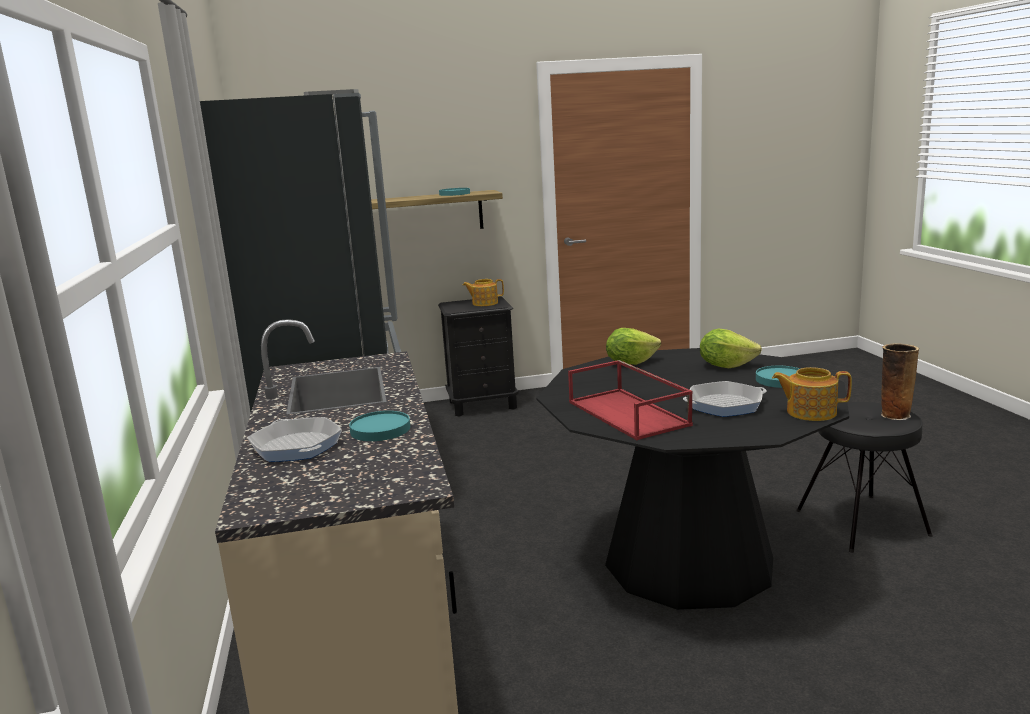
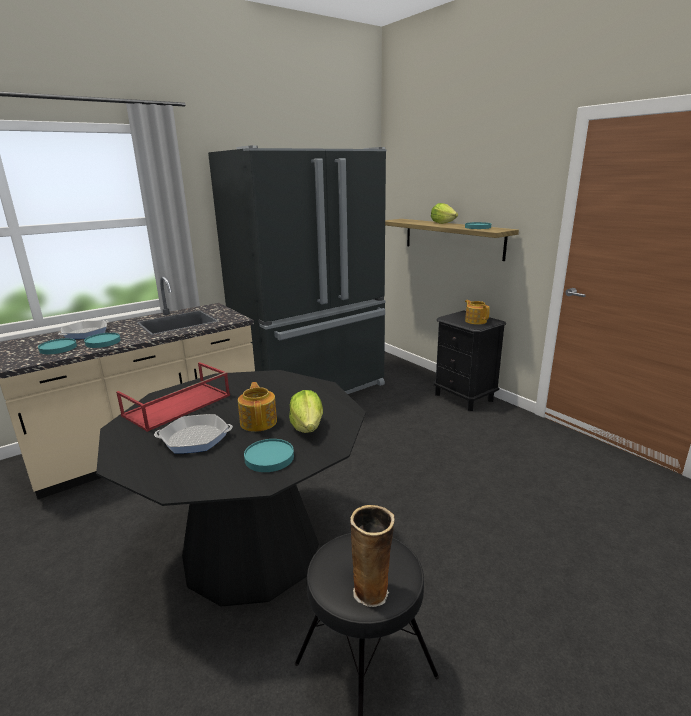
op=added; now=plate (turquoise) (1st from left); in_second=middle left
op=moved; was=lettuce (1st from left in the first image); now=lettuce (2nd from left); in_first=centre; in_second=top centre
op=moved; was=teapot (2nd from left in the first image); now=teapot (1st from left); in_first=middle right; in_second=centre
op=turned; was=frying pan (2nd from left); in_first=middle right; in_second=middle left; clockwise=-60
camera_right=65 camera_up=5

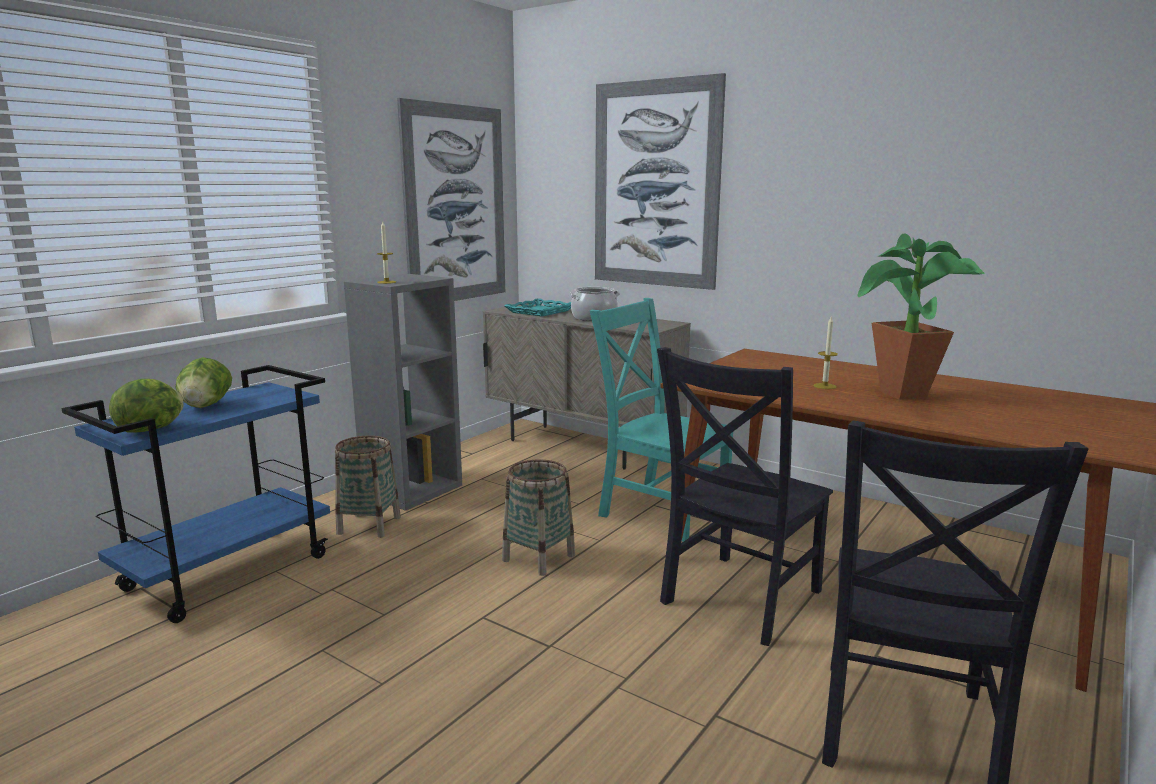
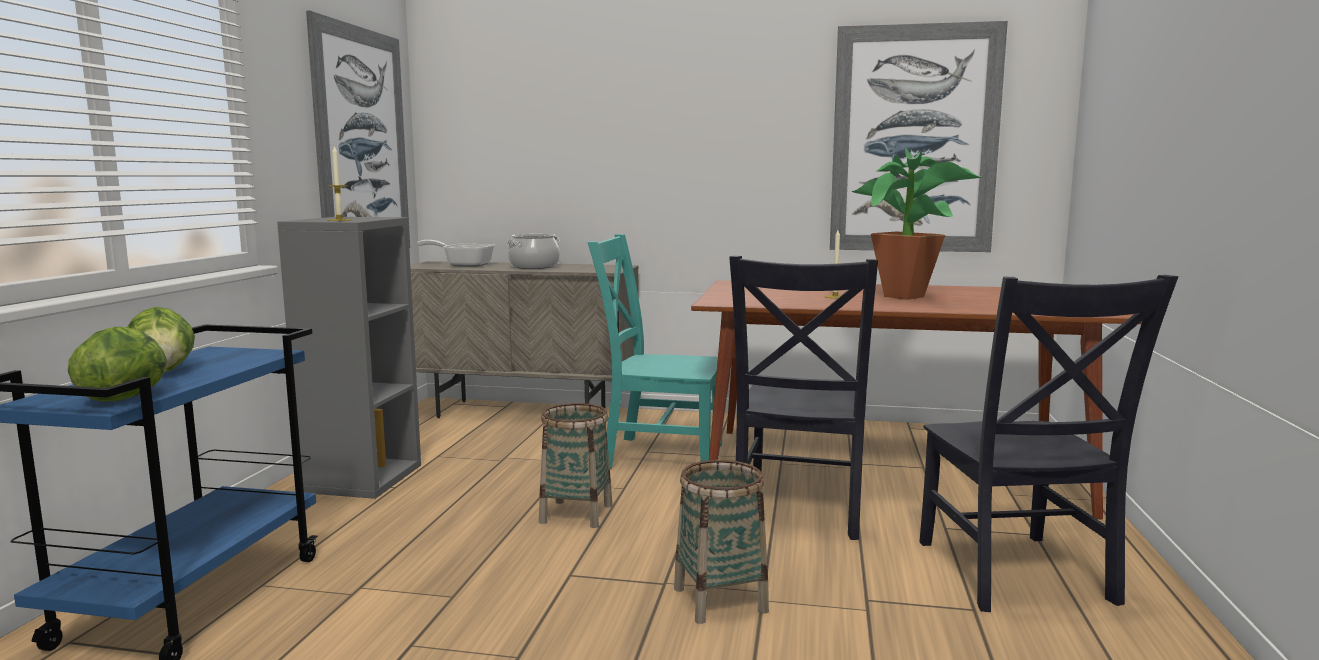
op=moved; was=basket (1st from left in the first image); now=basket (2nd from left); in_first=middle left; in_second=bottom centre
op=moved; was=picture (2nd from left); in_first=top centre; in_second=top right
op=replaced; was=tray (turquoise); now=frying pan; in_first=centre; in_second=centre
camera_right=-25 camera_up=-5

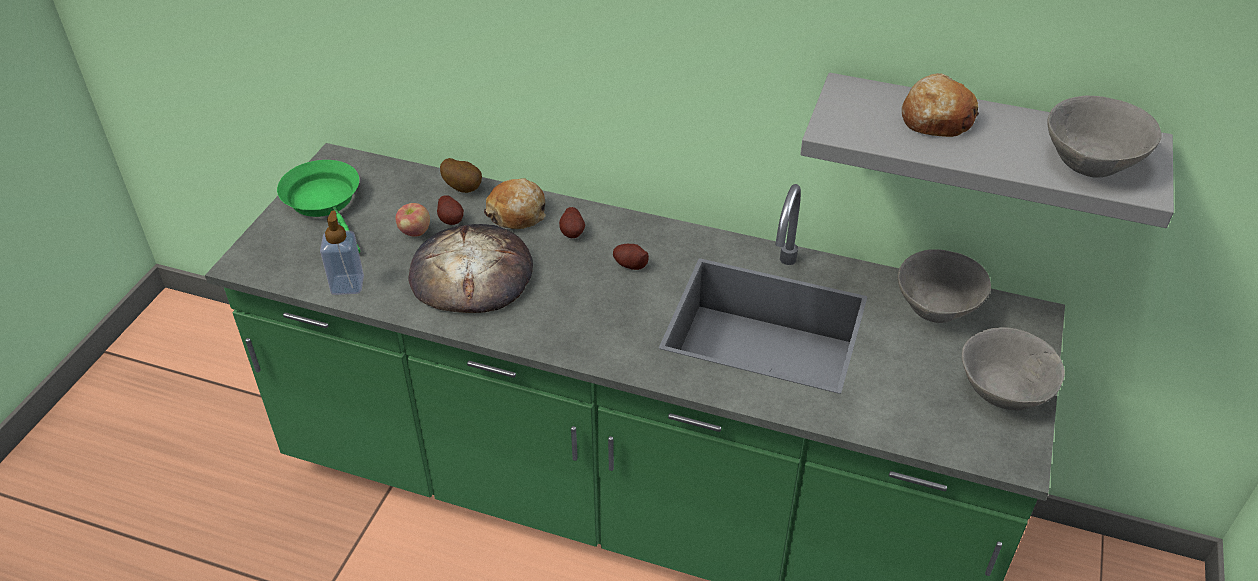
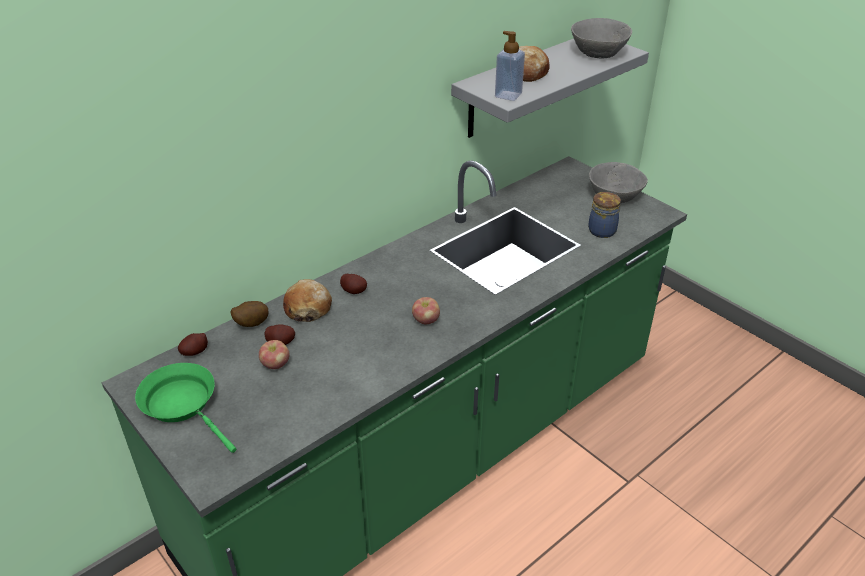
op=removed; was=bread (1st from left); in_first=centre
op=removed; was=bowl (grey) (1st from left); in_first=middle right
op=added; now=apple (2nd from left); in_second=centre
op=added; now=jar; in_second=middle right
op=moved; was=soap dispenser; in_first=middle left; in_second=top centre
op=moved; was=potato (4th from left in the first image); now=potato (1st from left); in_first=centre; in_second=middle left
op=turned; was=frying pan (green); in_first=middle left; in_second=bottom left; clockwise=45
camera_right=-60 camera_up=-5

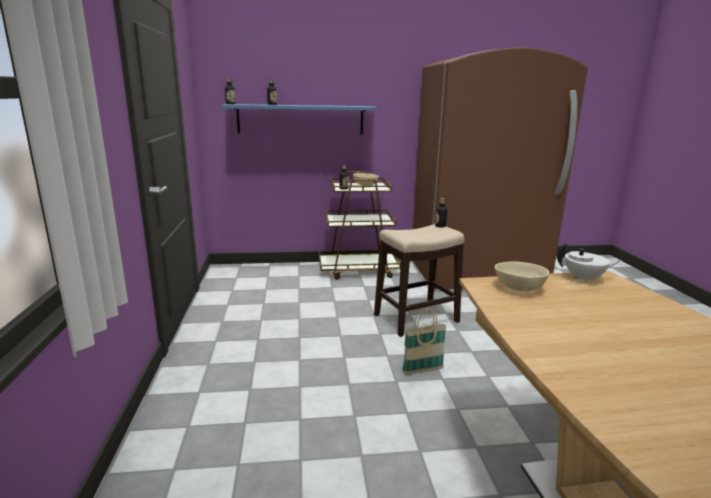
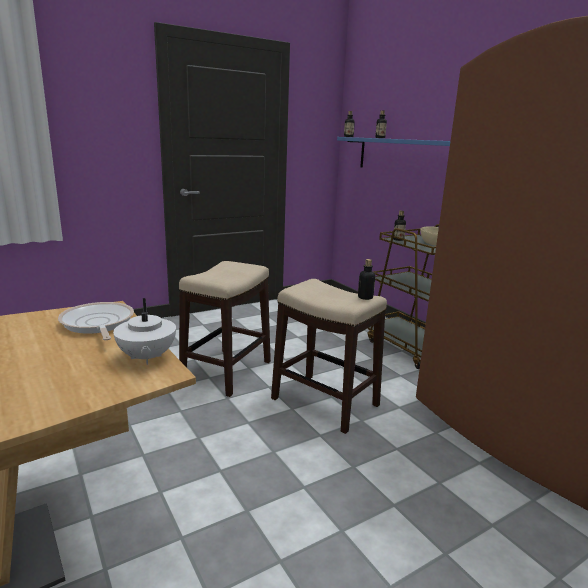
op=removed; was=basket; in_first=bottom centre
op=added; now=stool (1st from left); in_second=centre
op=replaced; was=bowl (beige) (2nd from left); now=frying pan; in_first=middle right; in_second=middle left
camera_right=65 camera_up=0

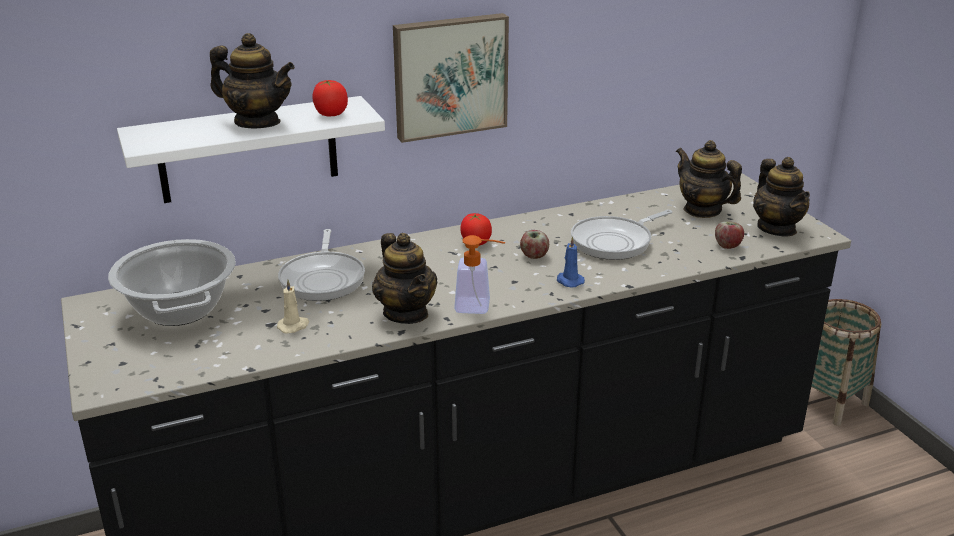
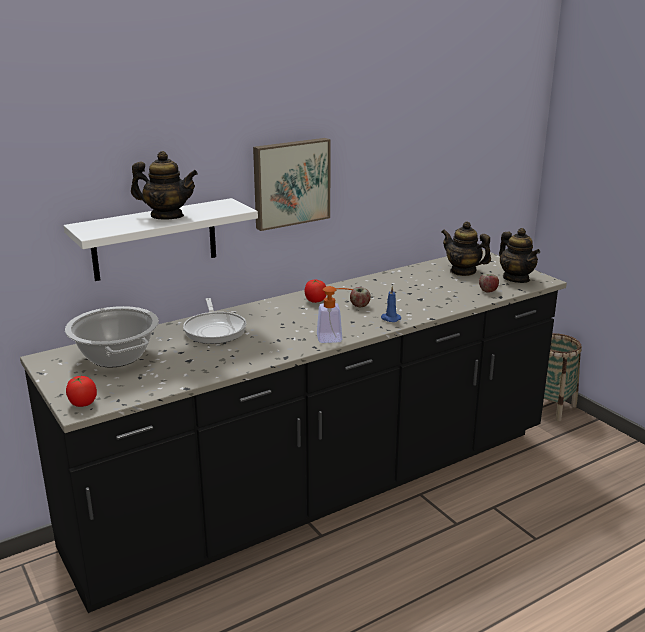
op=removed; was=candle (beige); in_first=middle left
op=removed; was=teapot (2nd from left); in_first=centre
op=removed; was=frying pan (2nd from left); in_first=centre
op=moved; was=tomato (1st from left); in_first=top centre; in_second=middle left
camera_right=-10 camera_up=-5

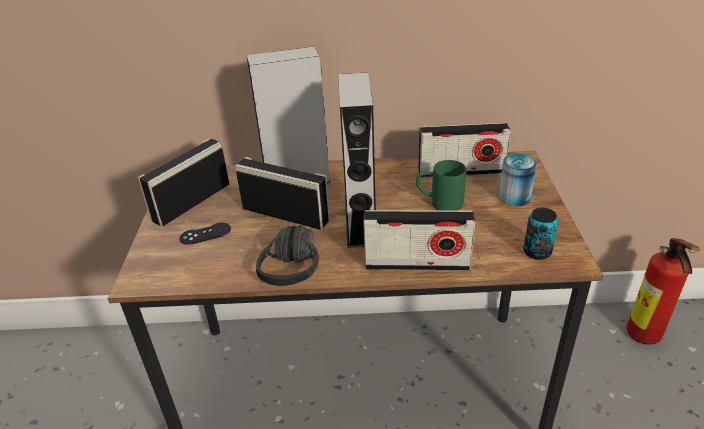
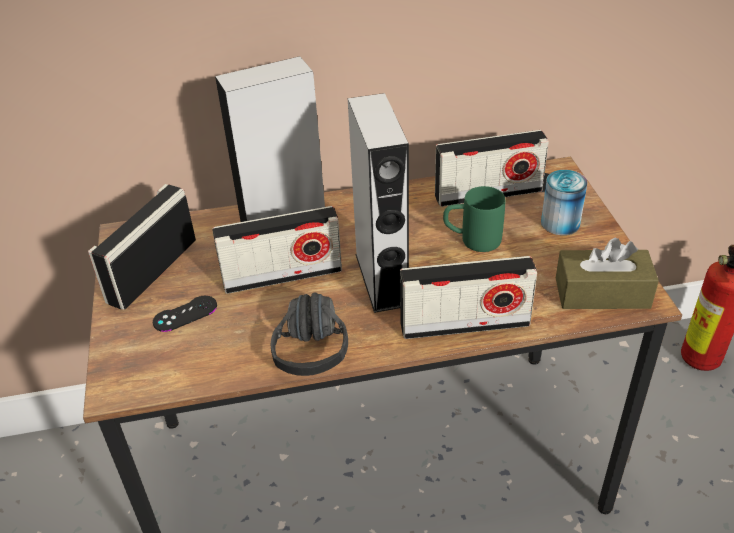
op=replaced; was=can (2nd from left); now=tissue box (brown); in_first=middle right; in_second=middle right
op=turned; was=radio (2nd from left); in_first=centre; in_second=centre; clockwise=150
camera_right=-10 camera_up=5

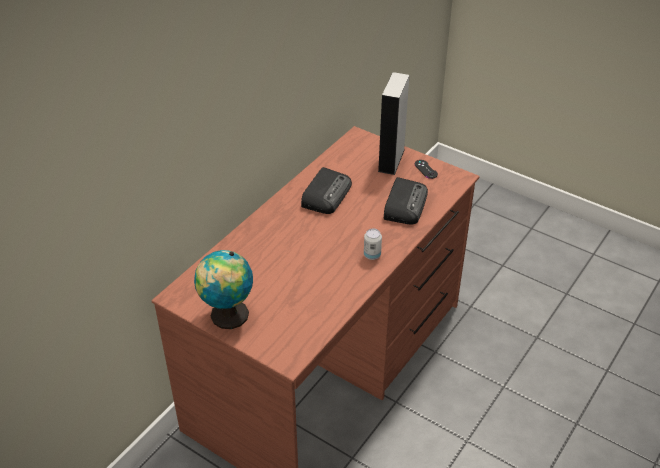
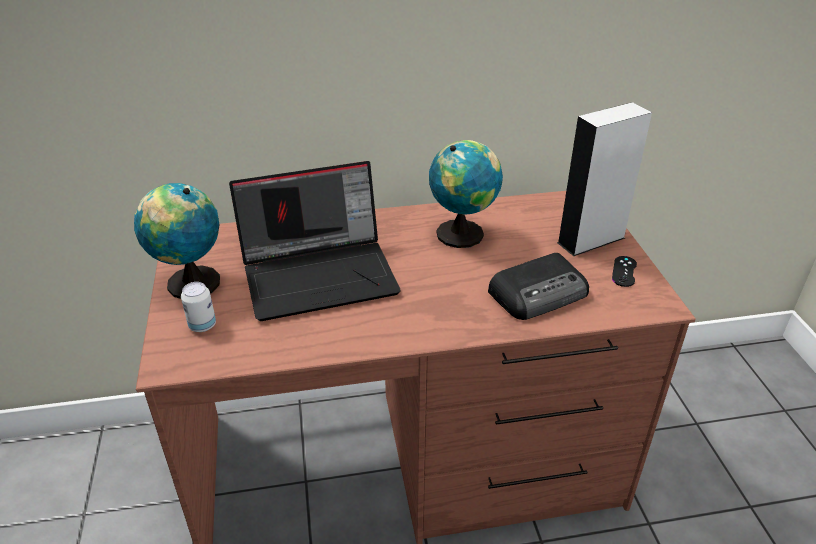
op=added; now=laptop; in_second=centre
op=moved; was=can; in_first=centre; in_second=middle left
op=replaced; was=radio (1st from left); now=globe (2nd from left); in_first=centre; in_second=centre
camera_right=45 camera_up=-5

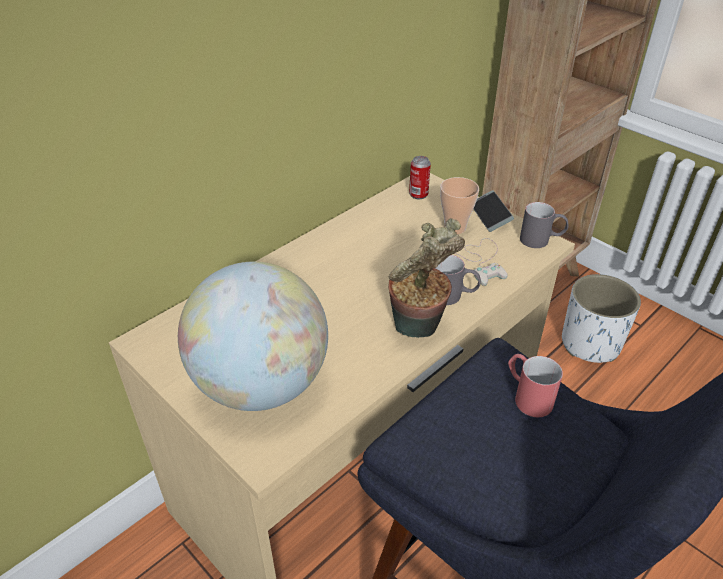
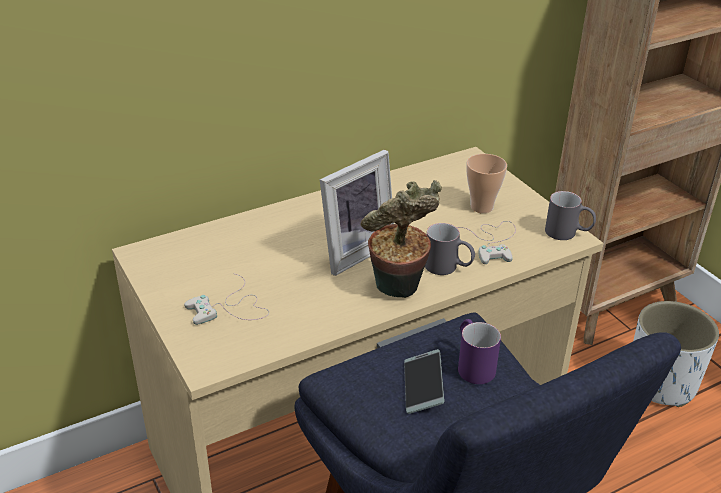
op=removed; was=can; in_first=top centre
op=added; now=picture frame; in_second=centre
op=moved; was=phone; in_first=middle right; in_second=bottom centre
op=replaced; was=globe; now=game controller (white) (1st from left); in_first=centre; in_second=middle left
op=recoloured; was=mug (red); now=mug (purple); in_first=middle right; in_second=bottom centre
camera_right=15 camera_up=-5

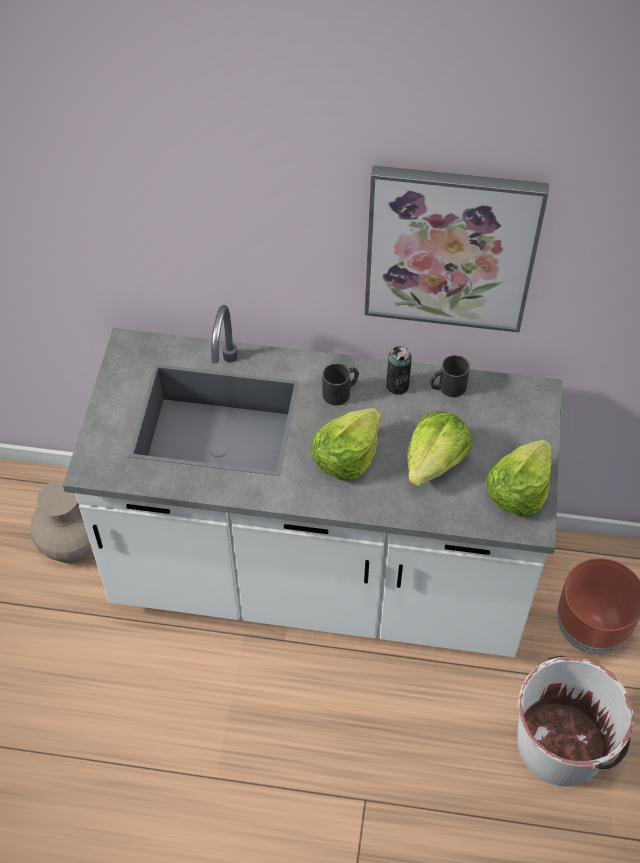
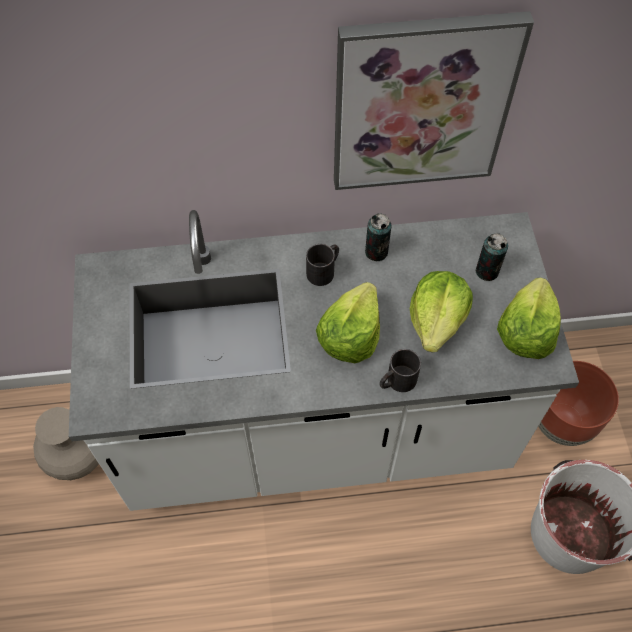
op=added; now=can (2nd from left); in_second=middle right
op=moved; was=mug (black) (2nd from left); in_first=middle right; in_second=centre
camera_right=-15 camera_up=5

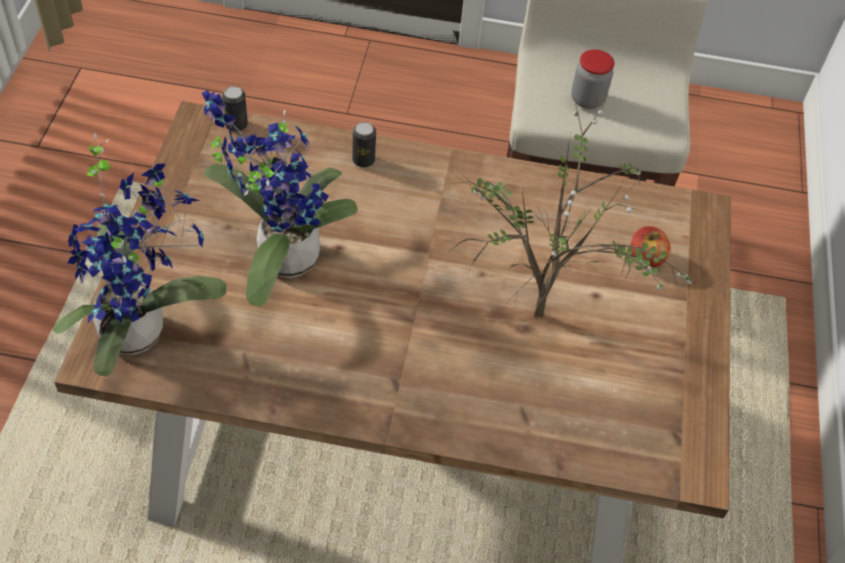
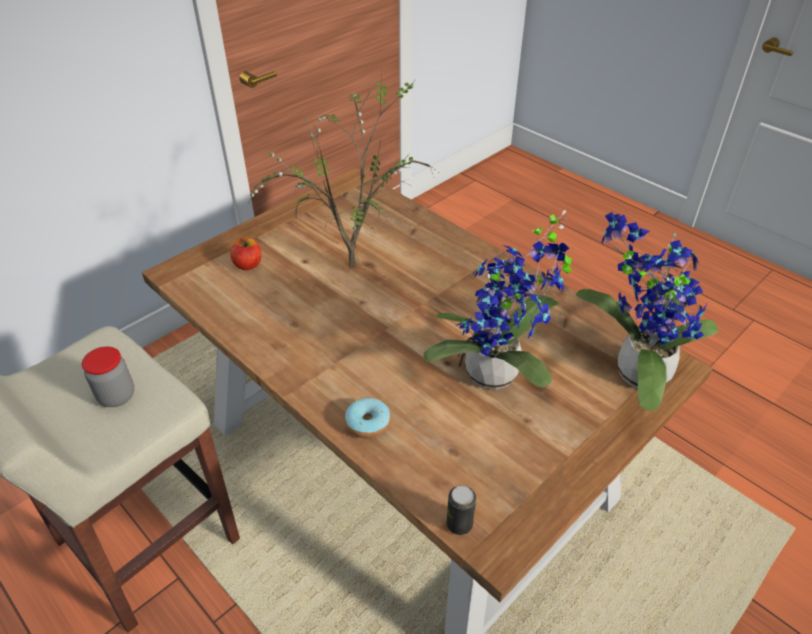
op=replaced; was=can (2nd from left); now=donut; in_first=top centre; in_second=centre
camera_right=-140 camera_up=-10

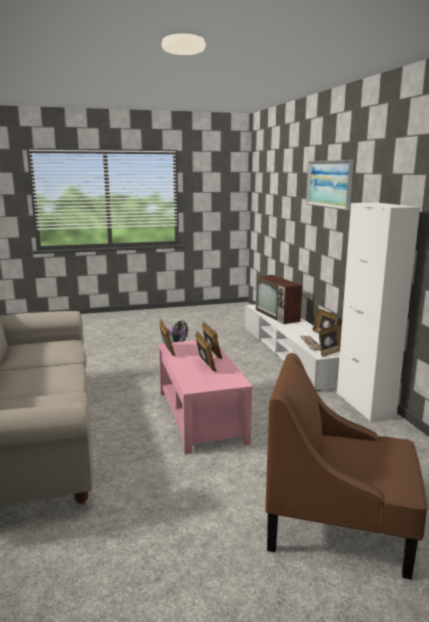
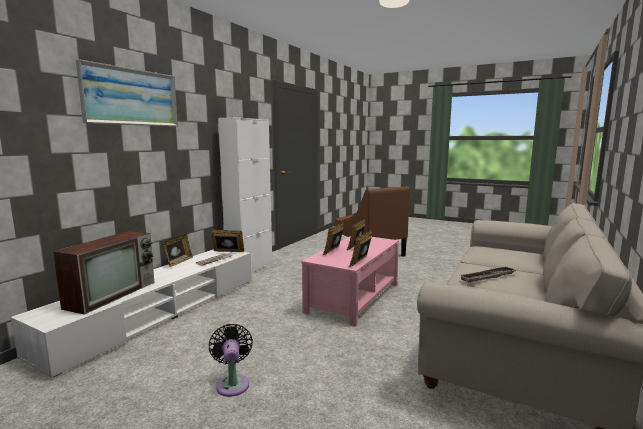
op=added; now=tray; in_second=middle right
camera_right=-135 camera_up=-5

